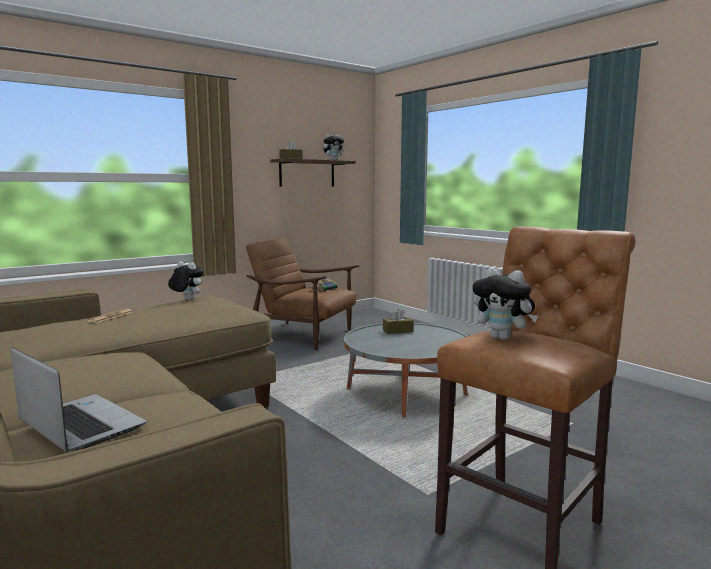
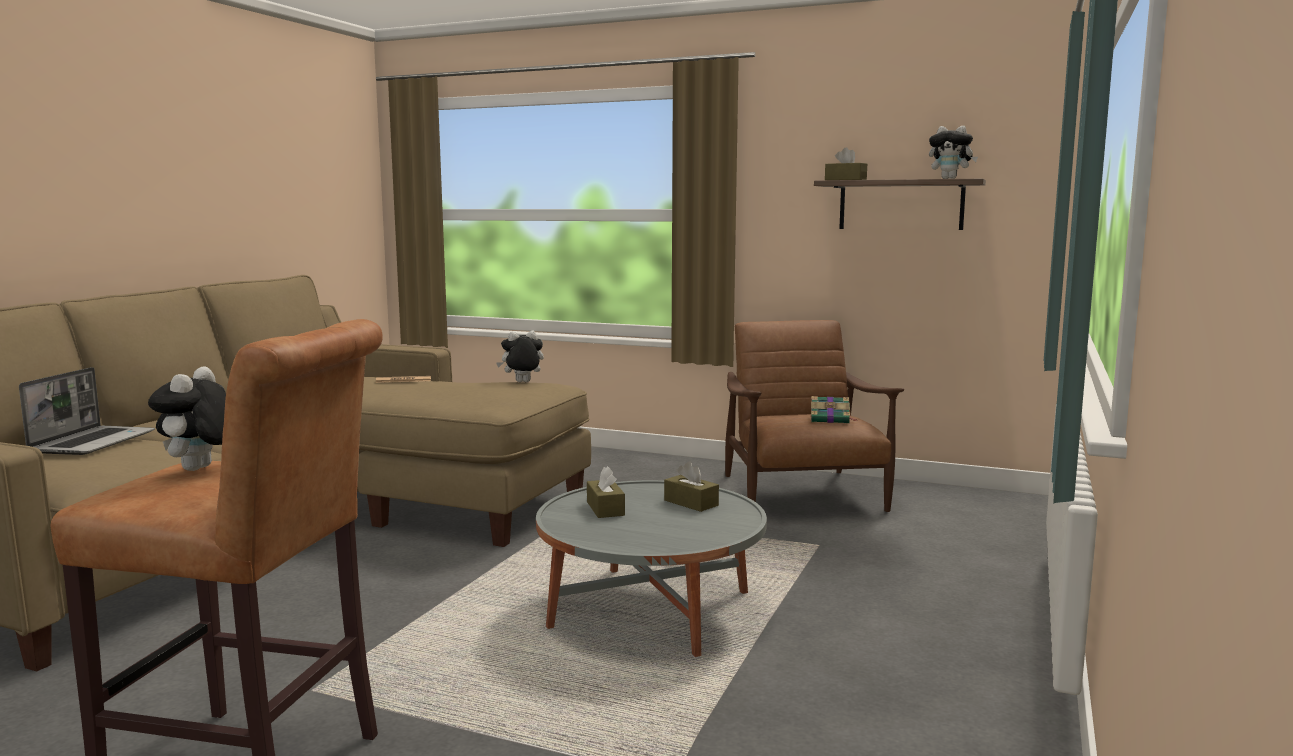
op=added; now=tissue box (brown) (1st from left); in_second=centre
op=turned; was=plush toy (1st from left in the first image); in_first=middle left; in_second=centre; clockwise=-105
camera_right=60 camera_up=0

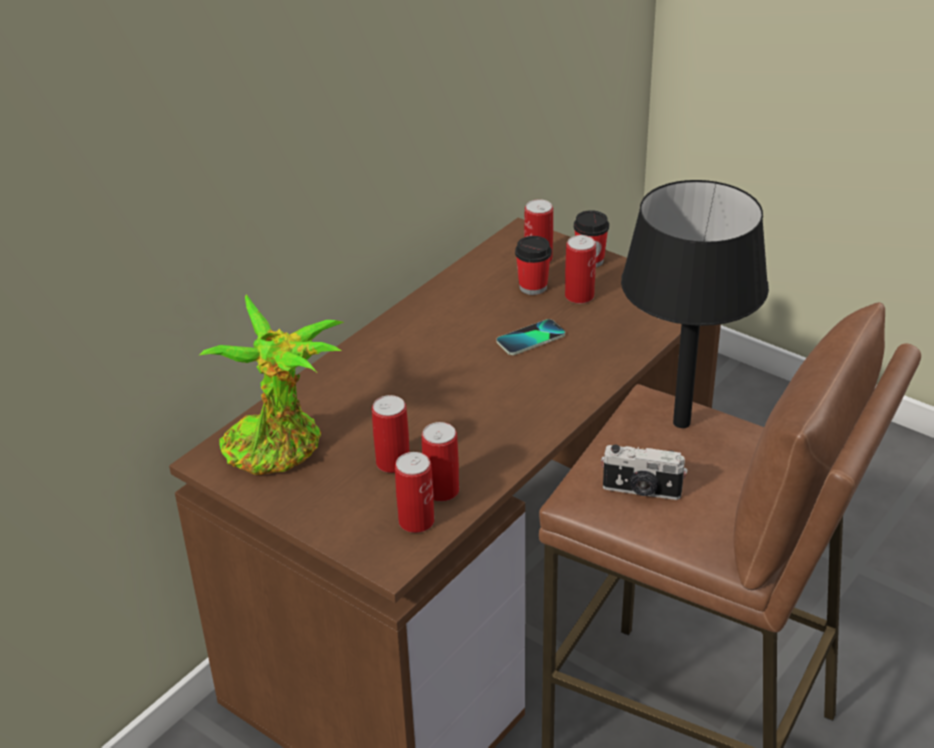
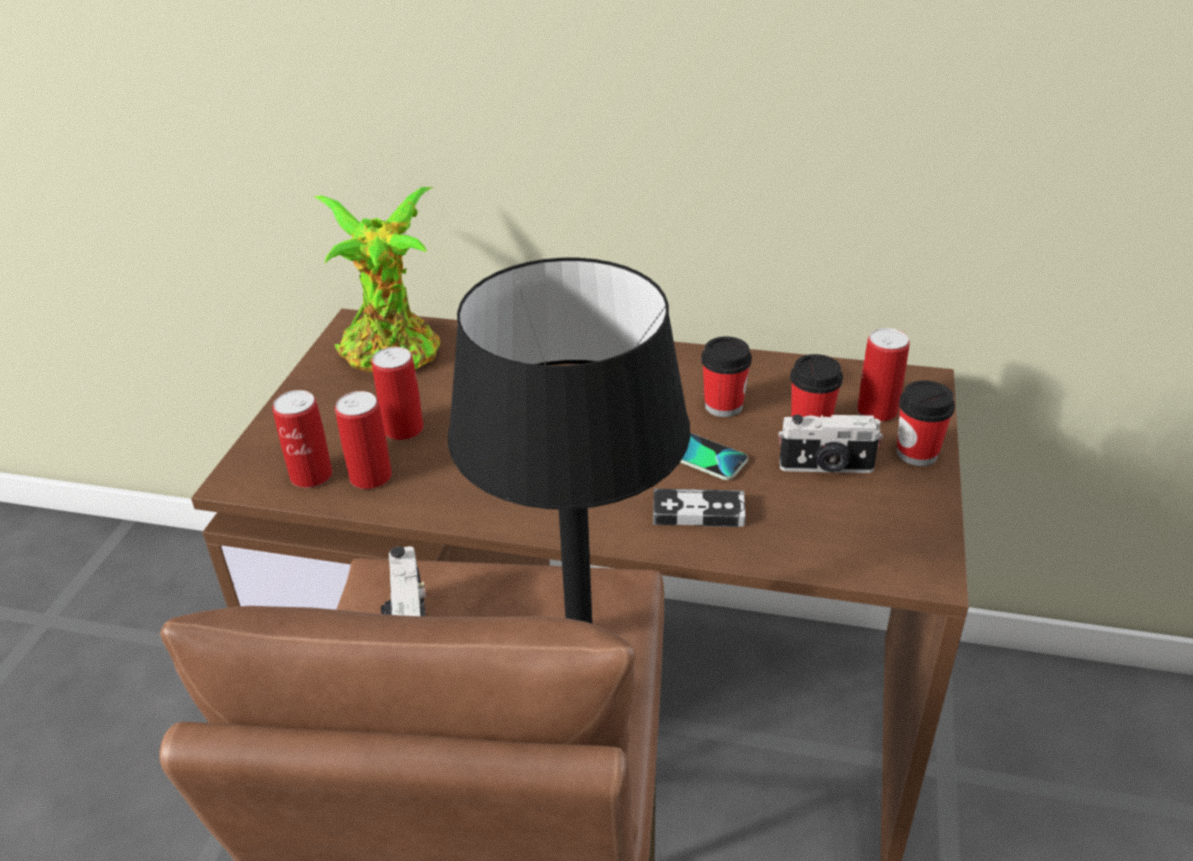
op=added; now=game controller; in_second=centre
op=added; now=cup (1st from left); in_second=centre
op=replaced; was=can (5th from left); now=photo camera (2nd from left); in_first=centre; in_second=middle right
camera_right=65 camera_up=0

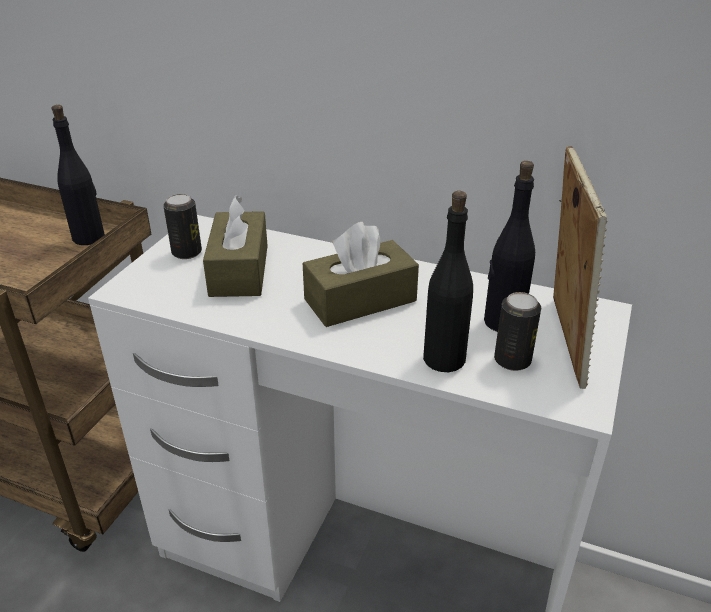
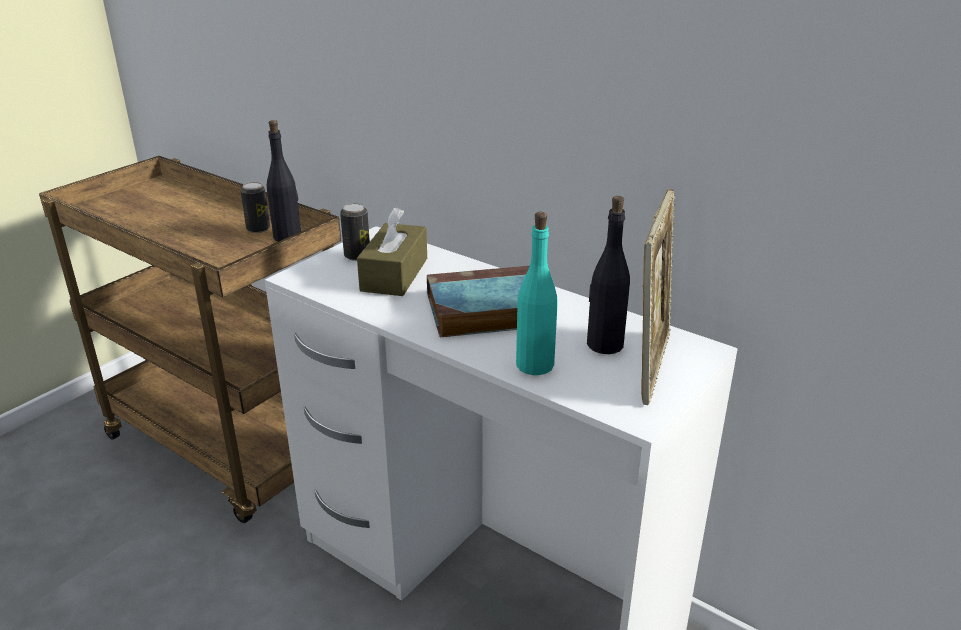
op=moved; was=can (2nd from left in the first image); now=can (1st from left); in_first=middle right; in_second=top left
op=replaced; was=tissue box (brown) (2nd from left); now=book; in_first=centre; in_second=centre
op=recoloured; was=bottle (black) (2nd from left); now=bottle (turquoise); in_first=centre; in_second=centre
camera_right=15 camera_up=-5

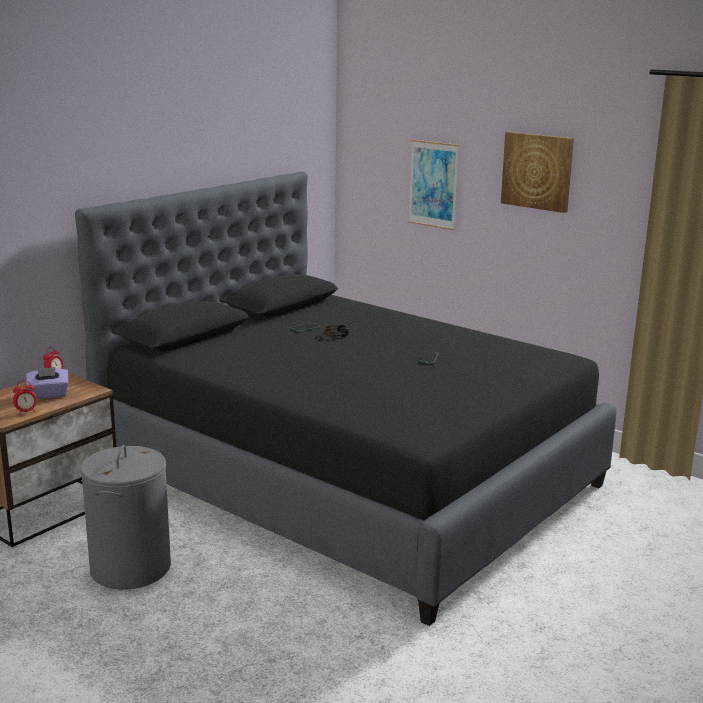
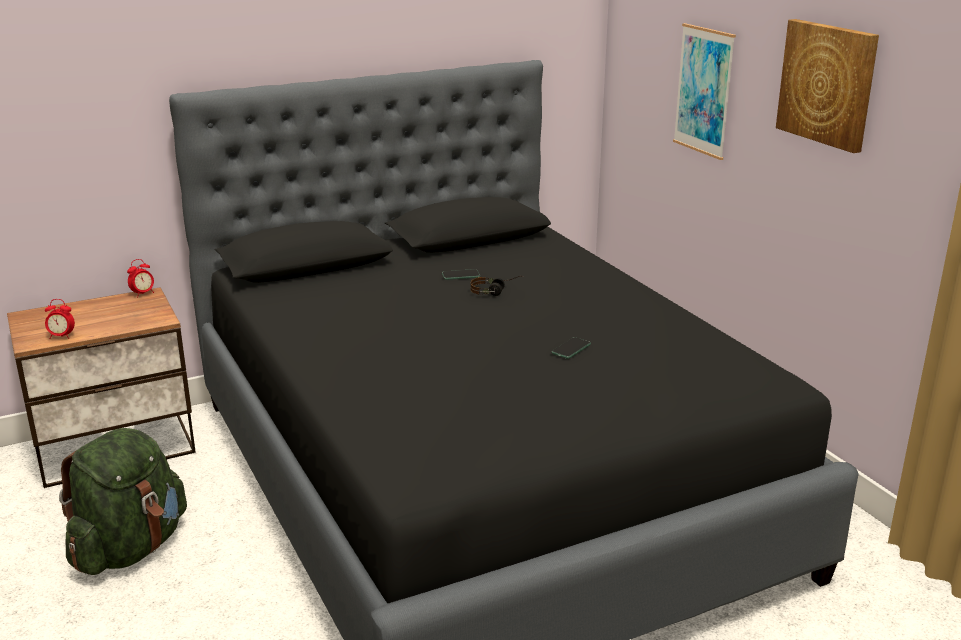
op=removed; was=tissue box (purple); in_first=middle left
op=replaced; was=laundry basket (grey); now=backpack (green); in_first=bottom left; in_second=bottom left
camera_right=25 camera_up=5

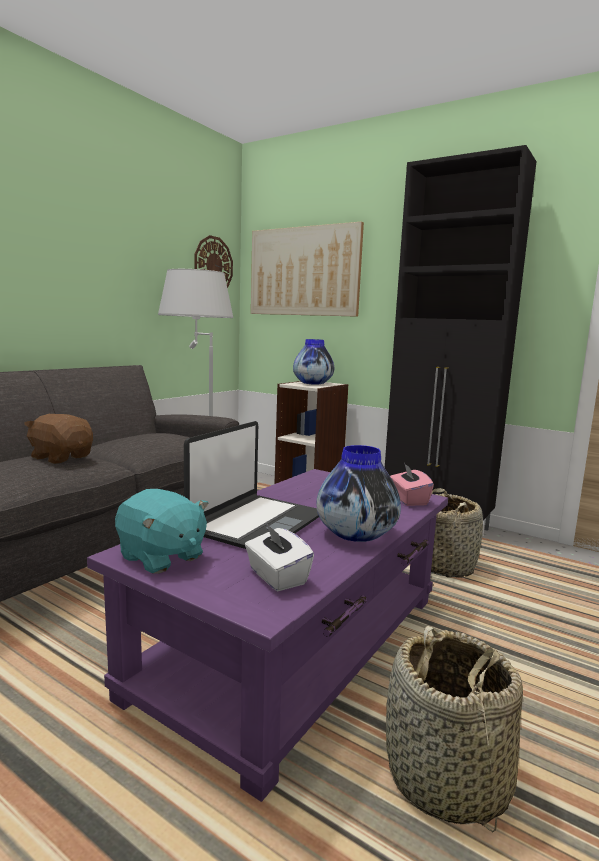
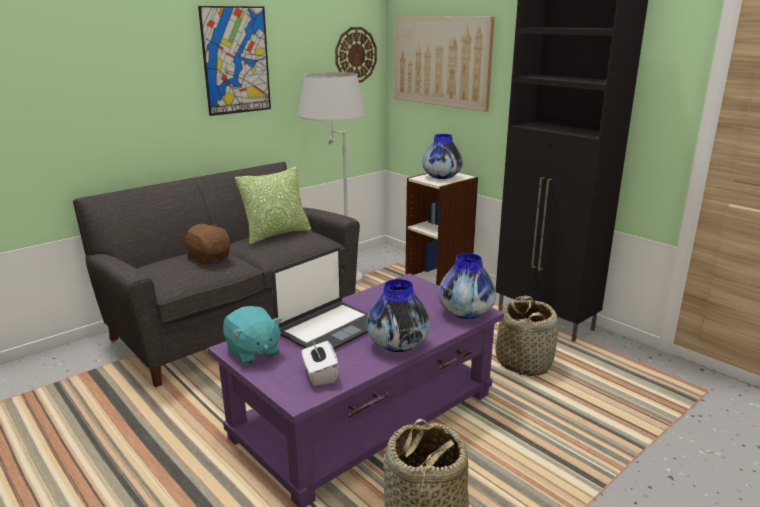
op=added; now=picture (1st from left); in_second=top left
op=added; now=pillow; in_second=centre
op=replaced; was=tissue box (pink); now=vase (3rd from left); in_first=middle right; in_second=centre
camera_right=15 camera_up=10

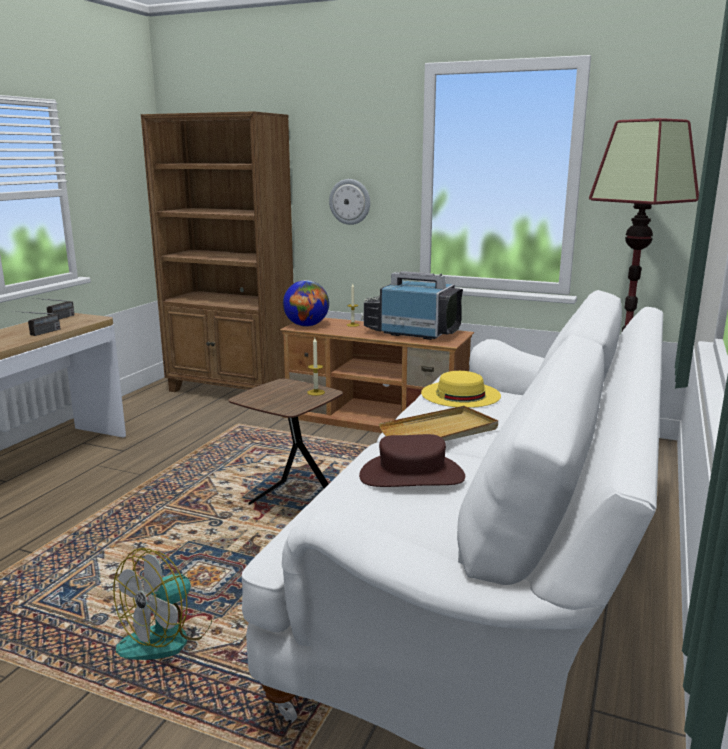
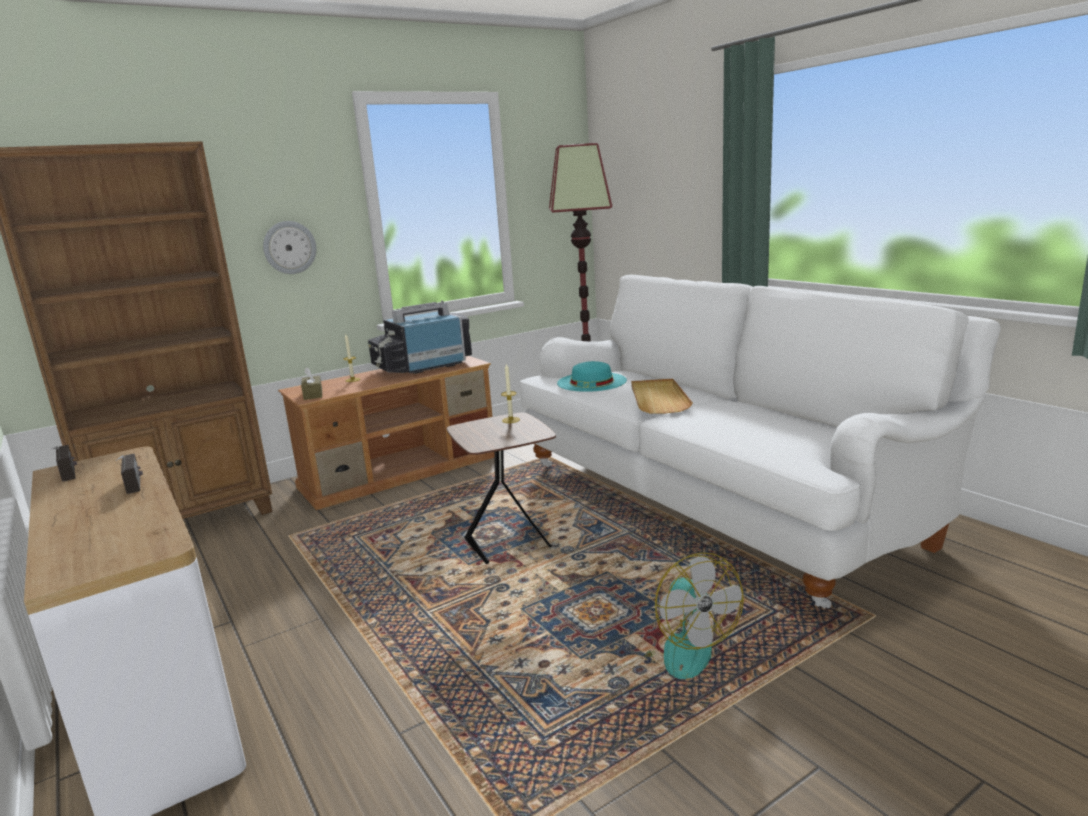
op=removed; was=hat (brown); in_first=centre
op=replaced; was=globe; now=tissue box (brown); in_first=centre; in_second=middle left
op=recoloured; was=hat (yellow); now=hat (turquoise); in_first=centre; in_second=centre
camera_right=-55 camera_up=0

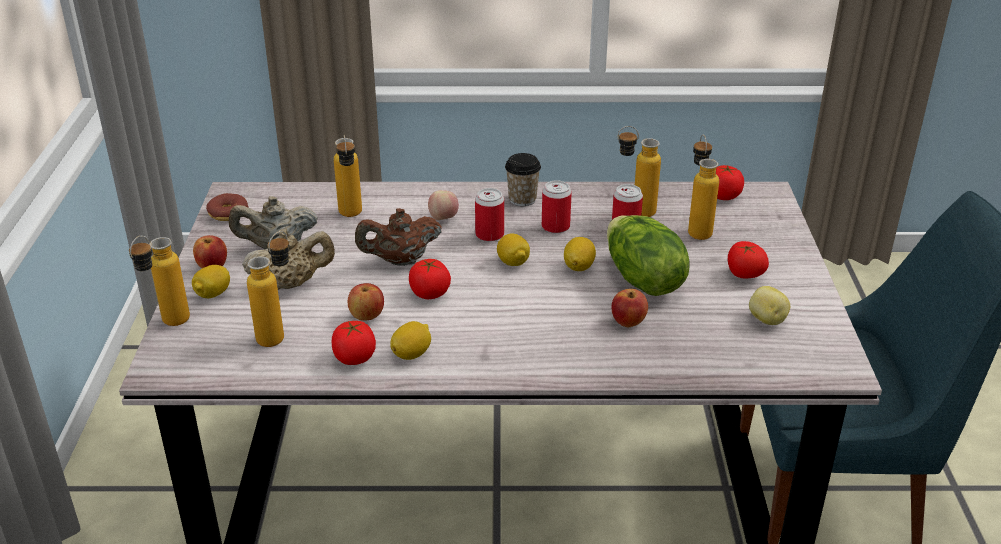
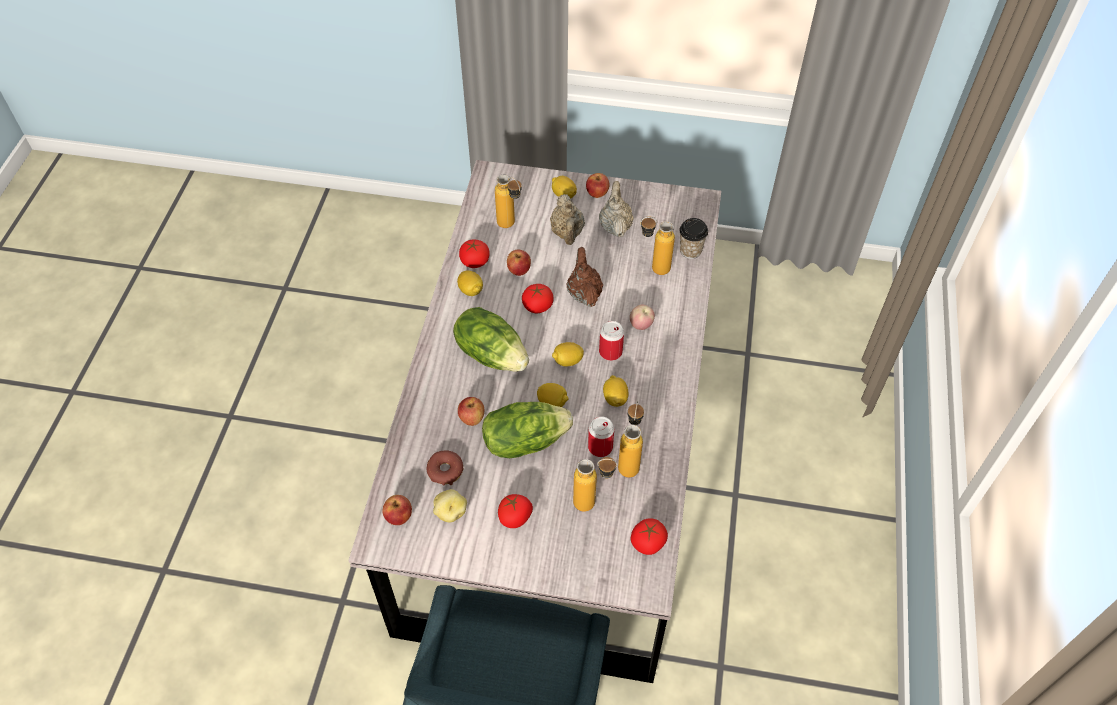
op=removed; was=bottle (1st from left); in_first=middle left
op=added; now=apple (1st from left); in_second=bottom centre
op=added; now=lettuce (1st from left); in_second=centre
op=moved; was=donut; in_first=middle left; in_second=centre
op=moved; was=cup; in_first=top centre; in_second=centre
op=replaced; was=can (2nd from left); now=lemon (5th from left); in_first=centre; in_second=centre
camera_right=100 camera_up=20

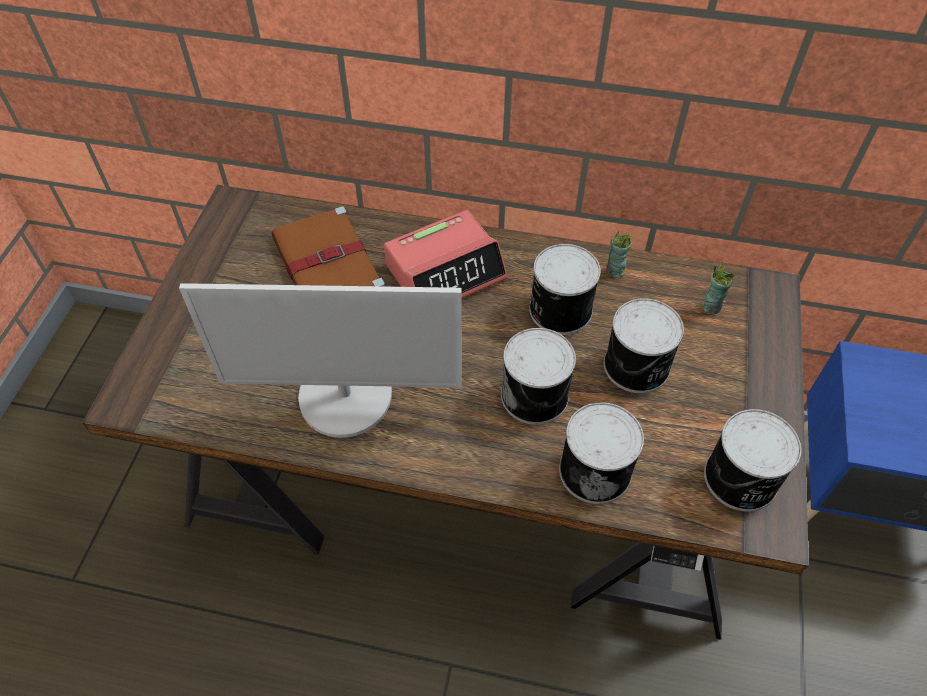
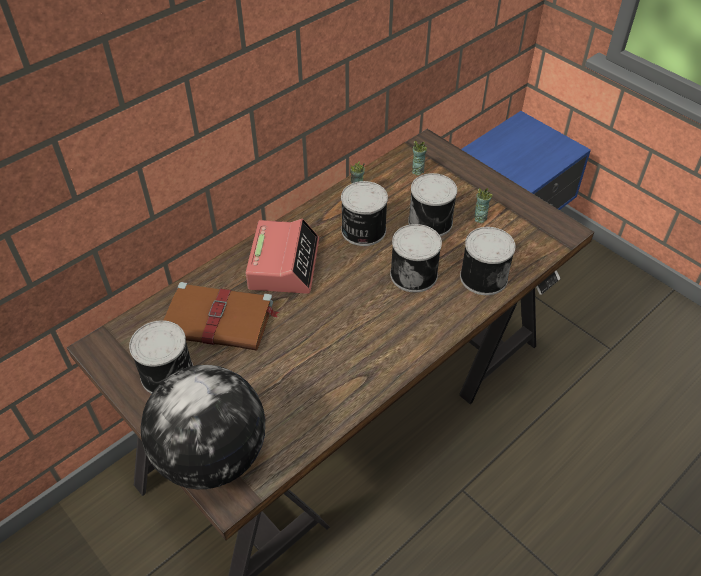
op=removed; was=monitor; in_first=centre
op=added; now=globe; in_second=bottom left
op=added; now=cup (3rd from left); in_second=middle right
op=moved; was=can (5th from left in the first image); now=can (1st from left); in_first=middle right; in_second=middle left
camera_right=-55 camera_up=-5

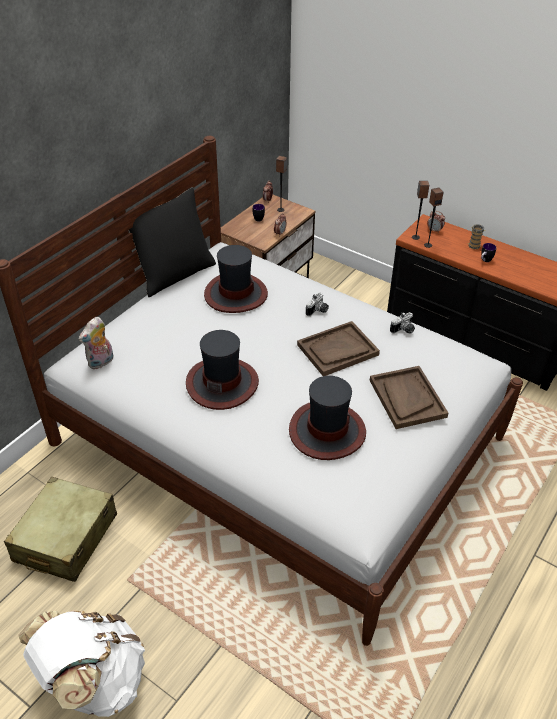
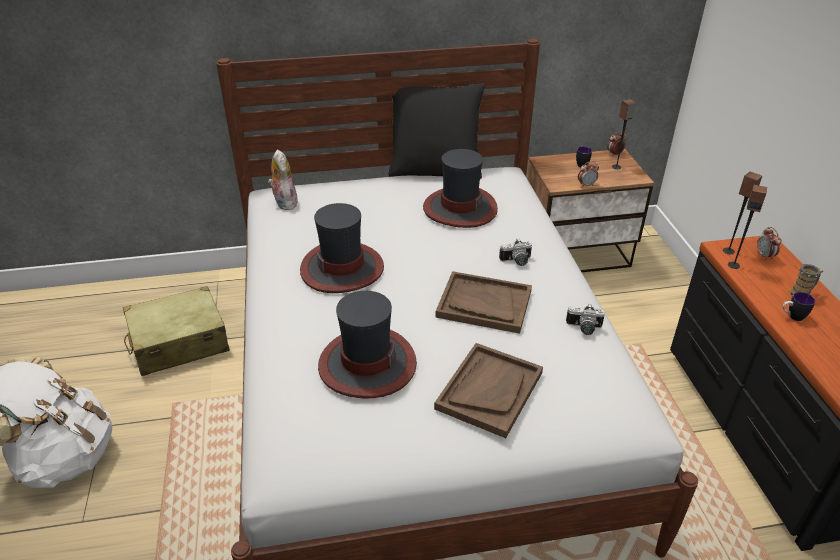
op=turned; was=plush toy; in_first=middle left; in_second=top centre; clockwise=75
camera_right=45 camera_up=-5

